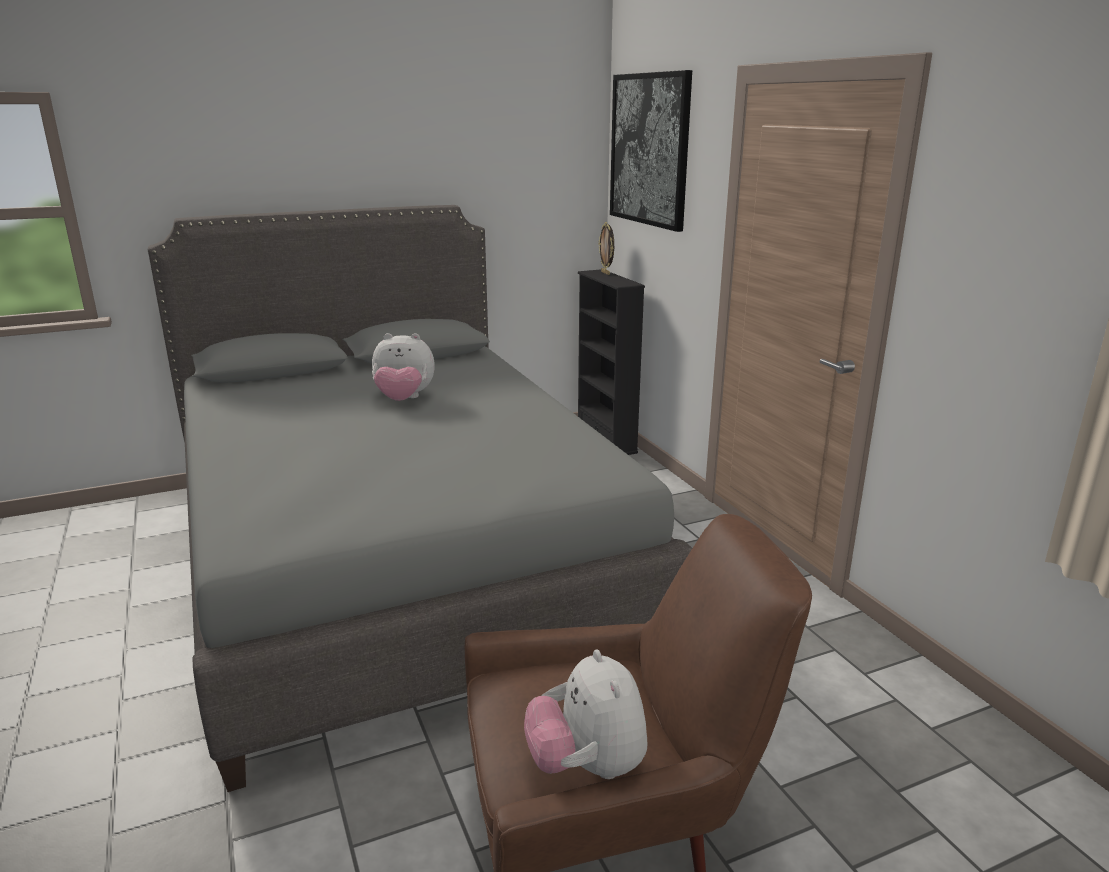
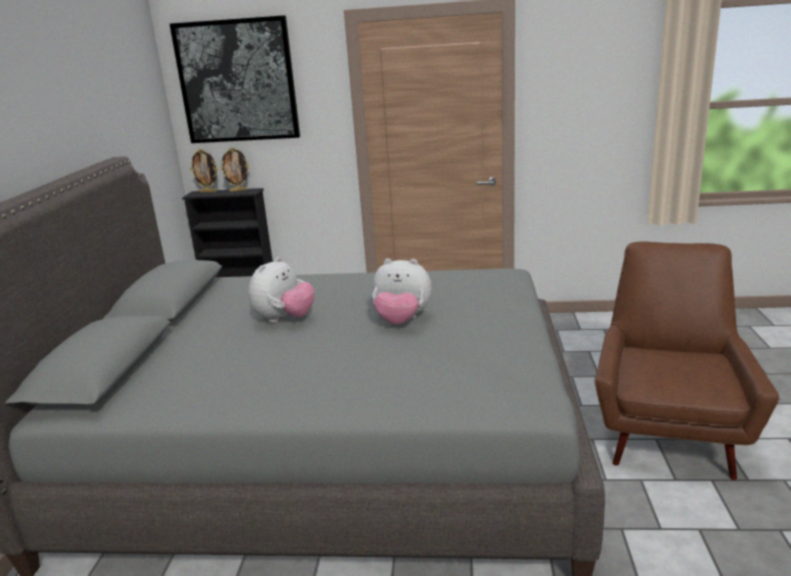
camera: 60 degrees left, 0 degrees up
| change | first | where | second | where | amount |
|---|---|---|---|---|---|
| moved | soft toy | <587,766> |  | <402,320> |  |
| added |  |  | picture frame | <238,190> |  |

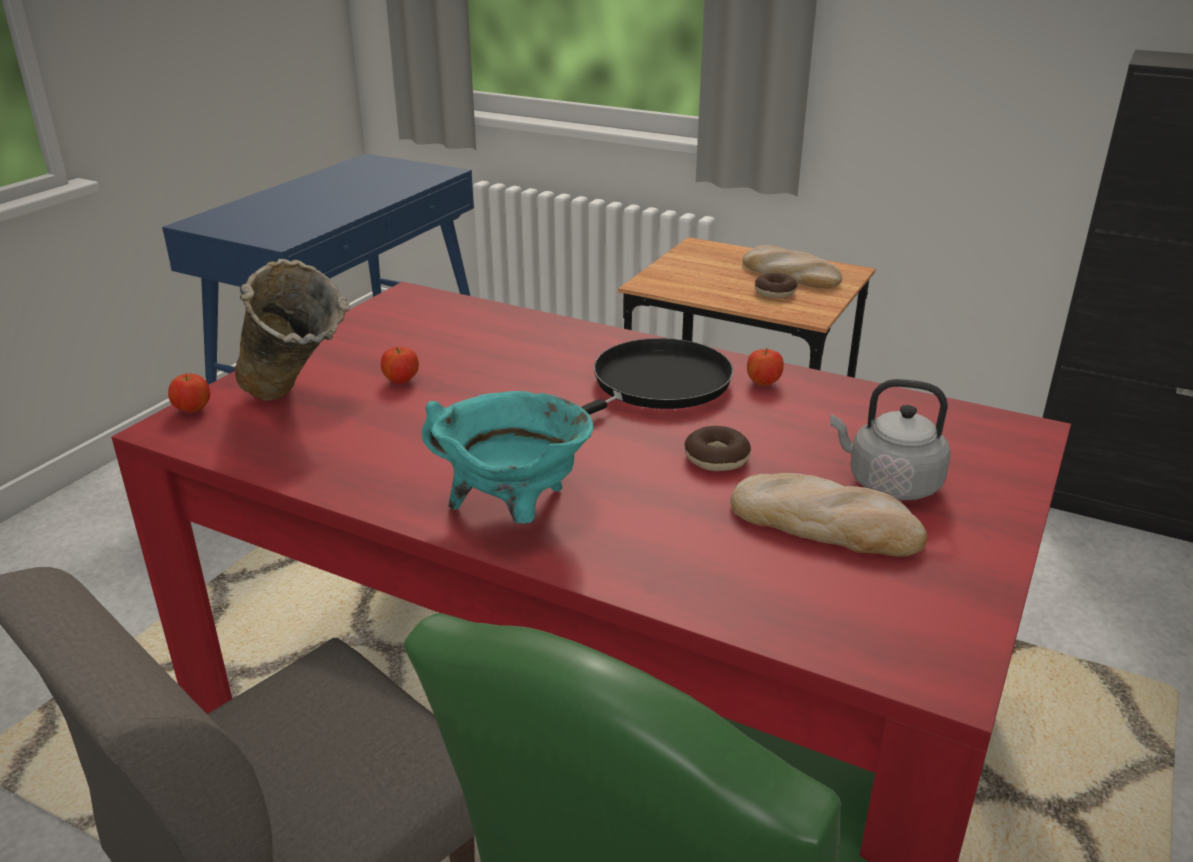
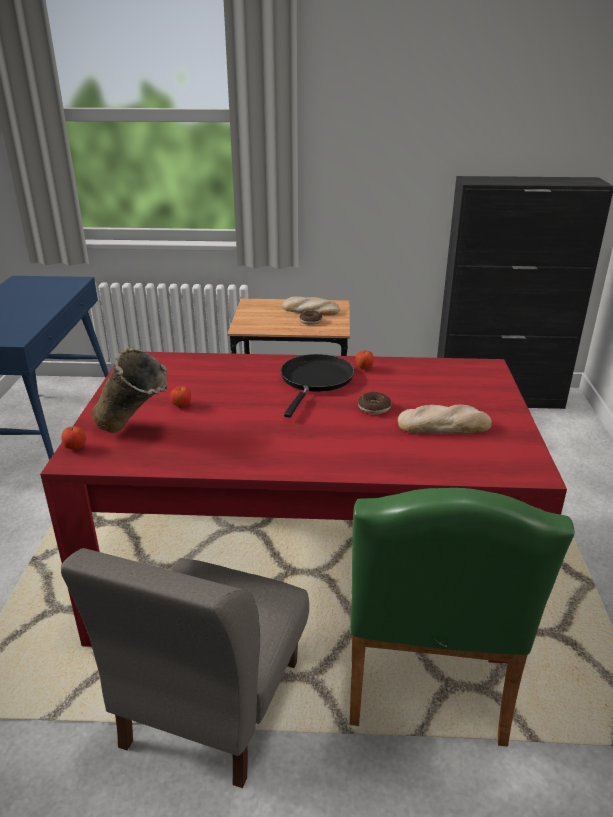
camera: 25 degrees left, 0 degrees up
| change | first | where | second | where | amount |
|---|---|---|---|---|---|
| removed | turquoise-coloured saucepot | <514,513> |  |  |  |
| removed | greyish tea kettle | <888,483> |  |  |  |

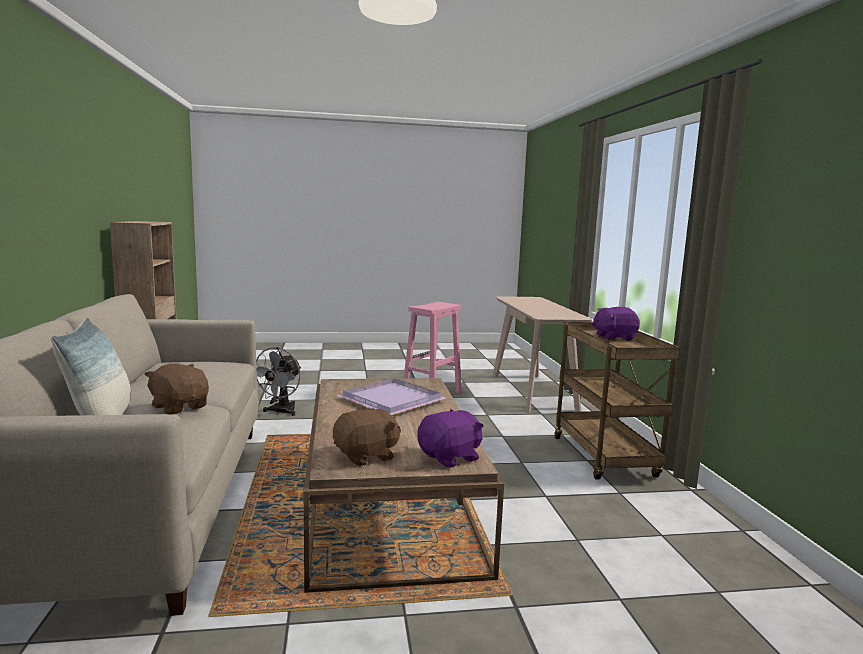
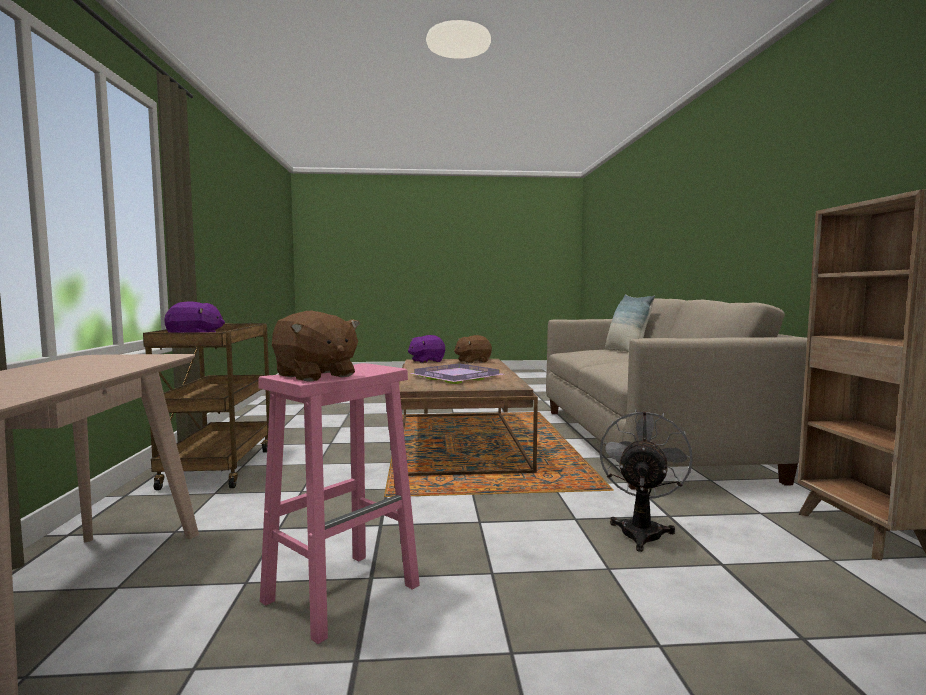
camera: 175 degrees left, 5 degrees down
| change | first | where | second | where | amount |
|---|---|---|---|---|---|
| moved | brownish soft toy | <180,407> |  | <315,376> |  |

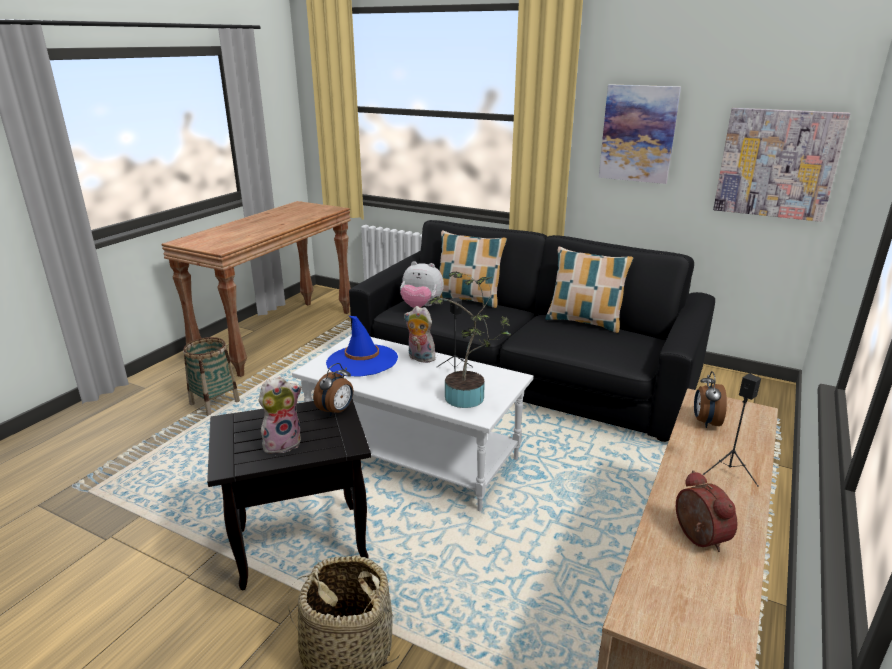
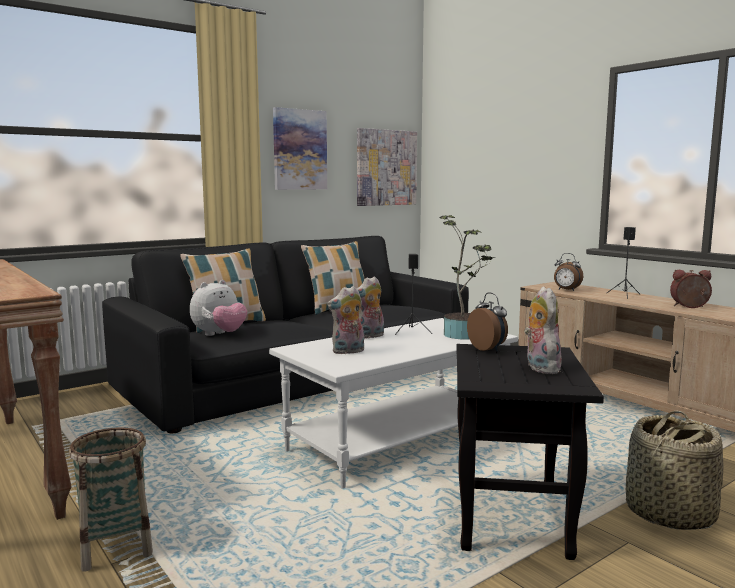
camera: 65 degrees left, 15 degrees down
| change | first | where | second | where | amount |
|---|---|---|---|---|---|
| replaced | blue-coloured hat | <362,361> | soft toy | <348,352> |  |

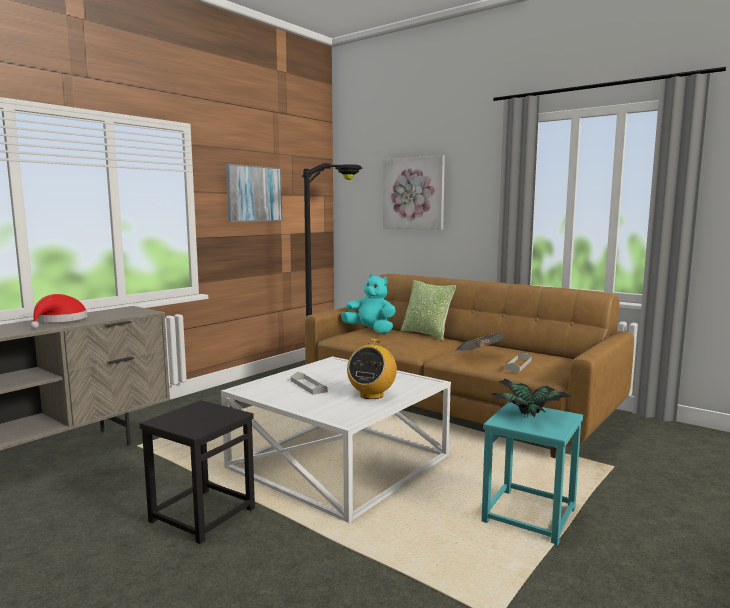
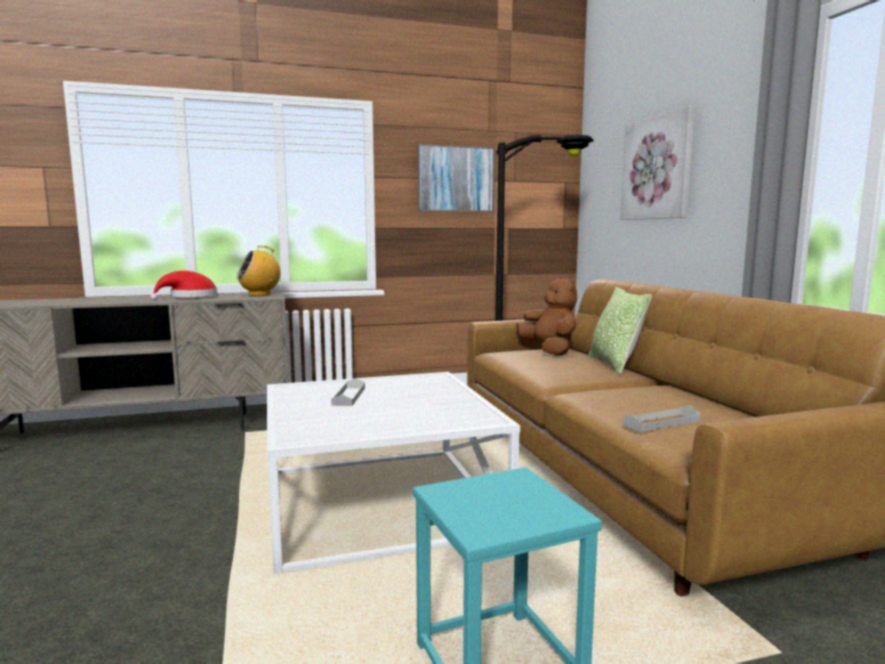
camera: 35 degrees right, 0 degrees up
| change | first | where | second | where | amount |
|---|---|---|---|---|---|
| removed | black stool seat | <202,514> |  |  |  |
| recoloured | turquoise-coloured soft toy | <370,331> | brownish soft toy | <549,351> |  |
| moved | radio set | <371,395> |  | <260,294> |  |
| removed | newspaper | <479,355> |  |  |  |
| removed | plant in a pot | <530,415> |  |  |  |

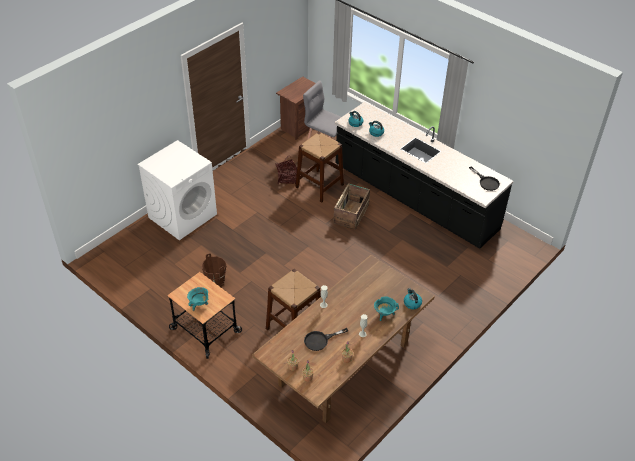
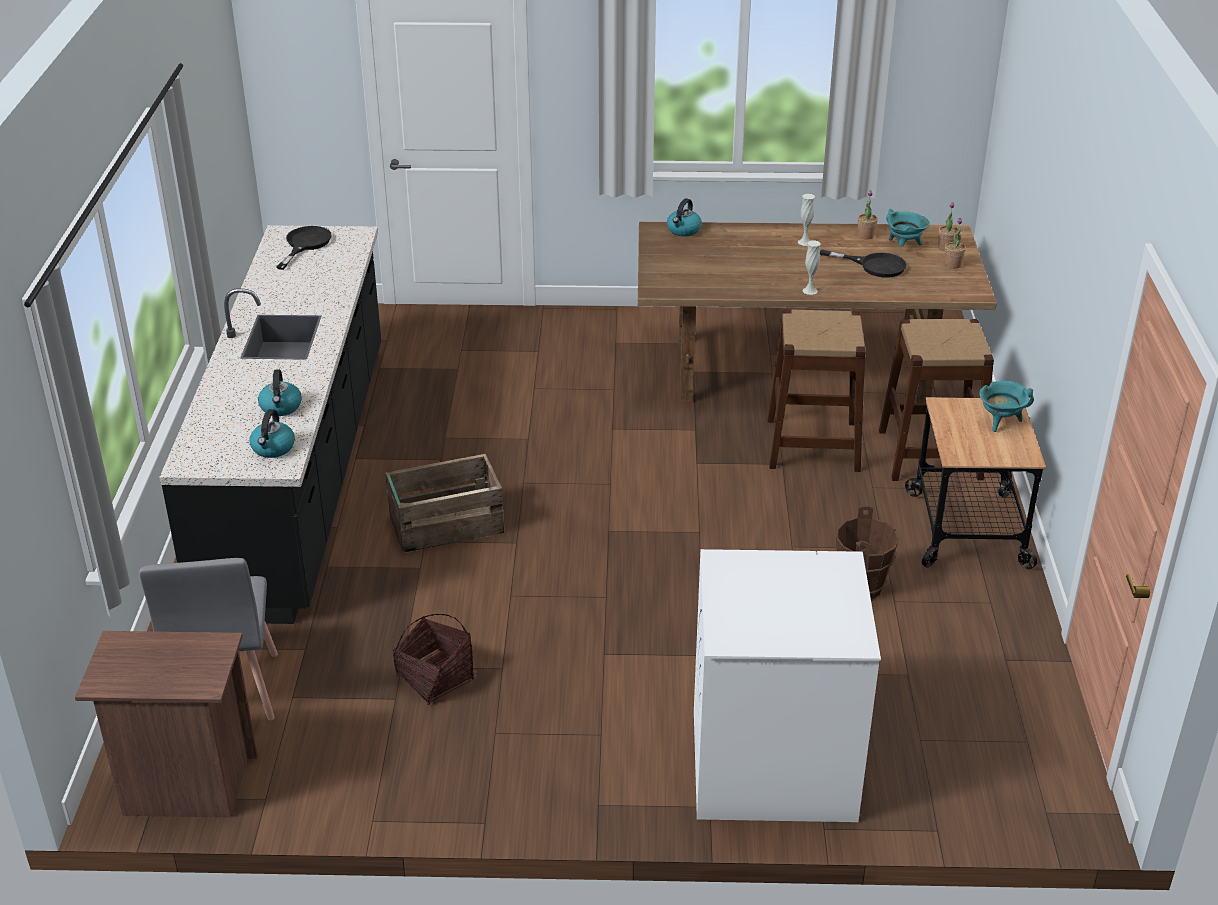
camera: 130 degrees left, 10 degrees down
| change | first | where | second | where | amount |
|---|---|---|---|---|---|
| moved | brownish stool seat | <319,186> |  | <930,454> |  |
| moved | turquoise-coloured saucepot | <384,315> |  | <904,246> |  |

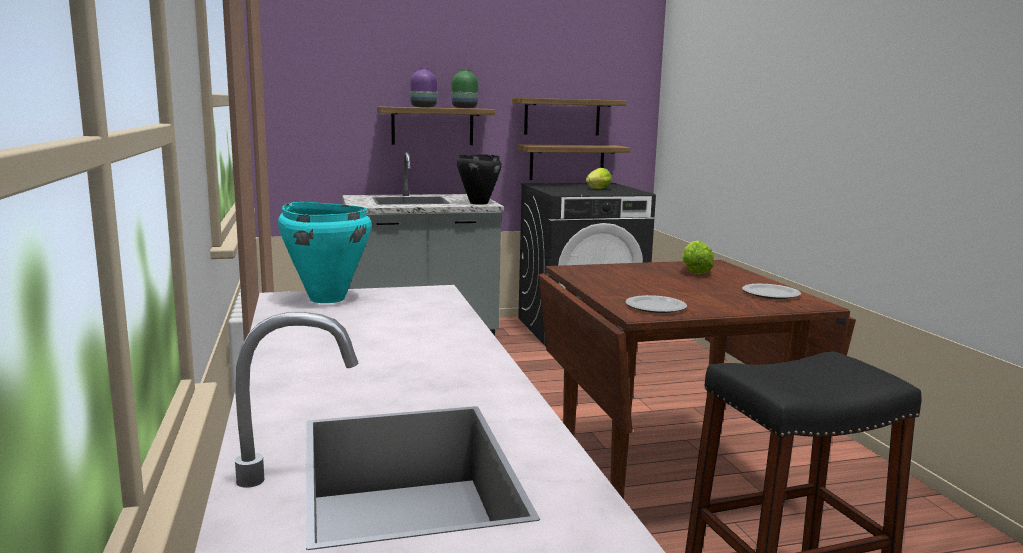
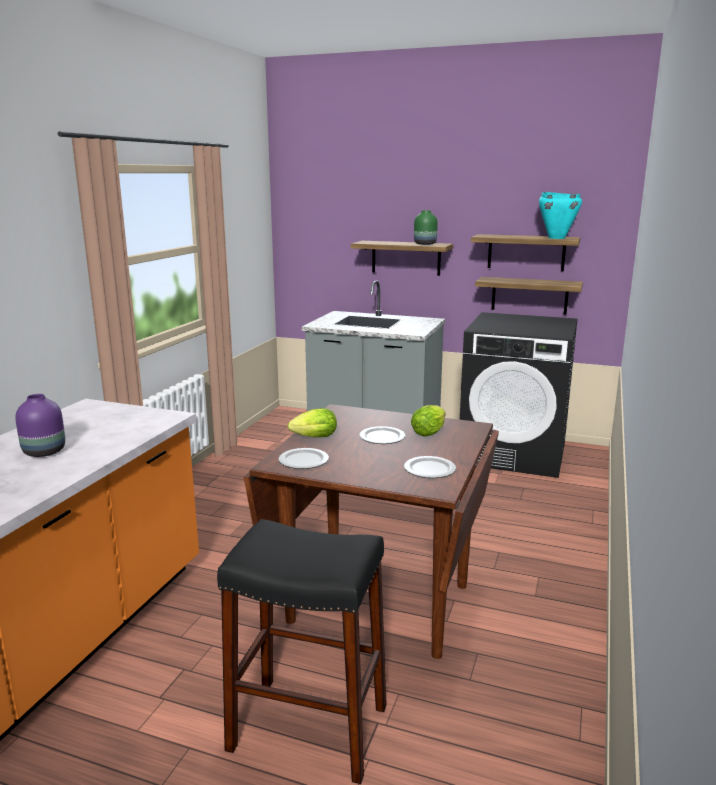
camera: 35 degrees right, 5 degrees up
| change | first | where | second | where | amount |
|---|---|---|---|---|---|
| moved | turquoise-coloured saucepot | <327,298> |  | <556,238> |  |
| moved | purple vase | <424,107> |  | <44,452> |  |
| removed | black saucepot | <478,203> |  |  |  |
| moved | lettuce head | <596,189> |  | <312,438> |  |
| added |  |  | plate | <382,437> |  |

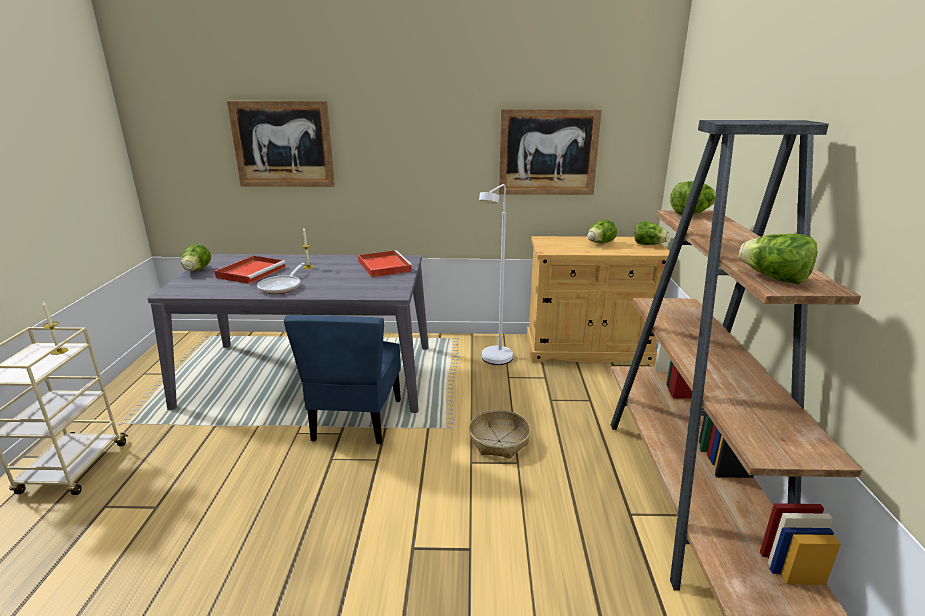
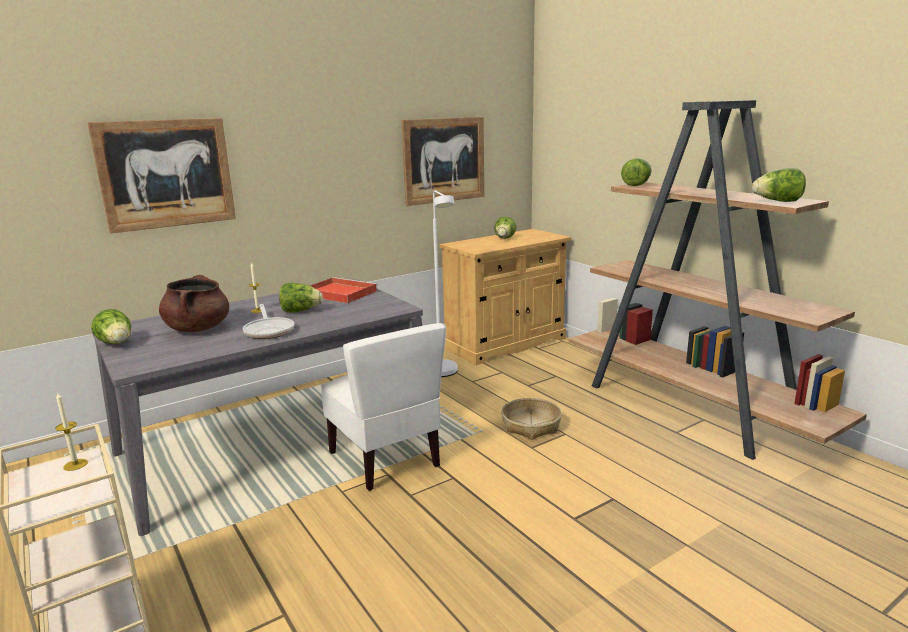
camera: 35 degrees left, 5 degrees down
| change | first | where | second | where | amount |
|---|---|---|---|---|---|
| replaced | reddish tray | <252,272> | brownish saucepot | <198,328> |  |
| recoloured | blue-coloured chair | <356,420> | white-coloured chair | <386,459> |  |
| moved | lettuce head | <648,245> |  | <300,311> |  |

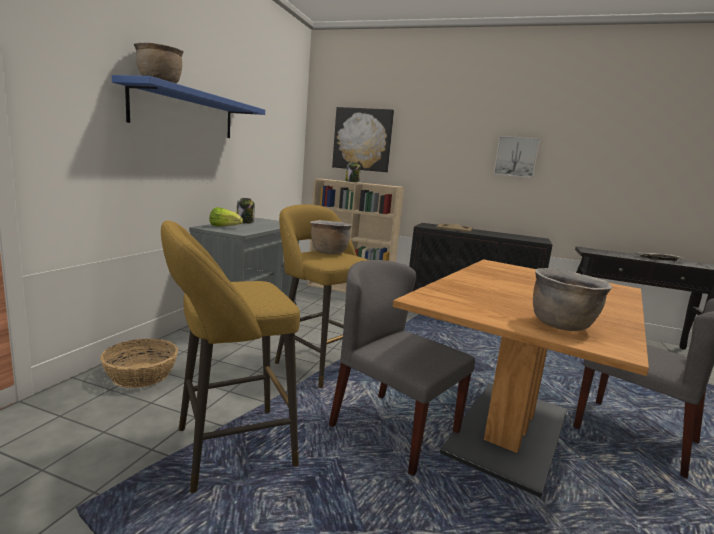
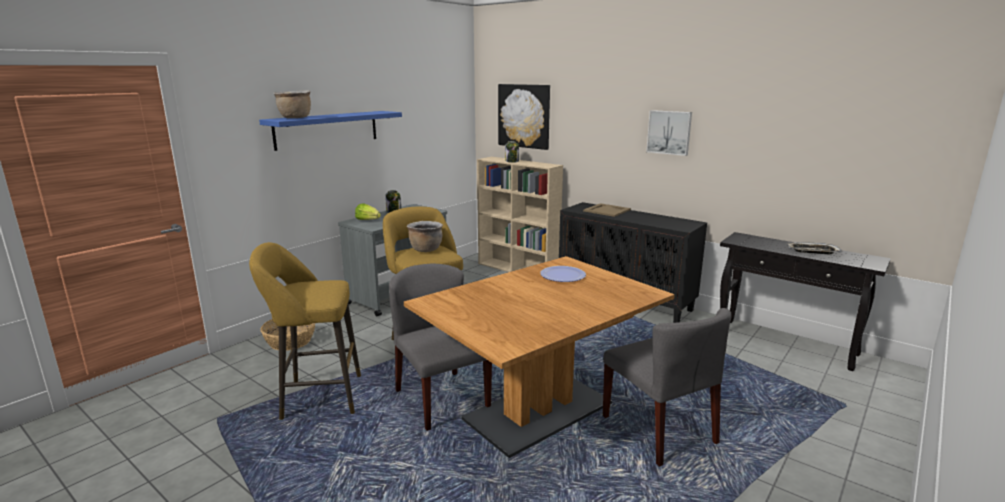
camera: 20 degrees right, 5 degrees up
| change | first | where | second | where | amount |
|---|---|---|---|---|---|
| removed | brownish saucepot | <562,325> |  |  |  |
| added |  |  | plate | <563,275> |  |

